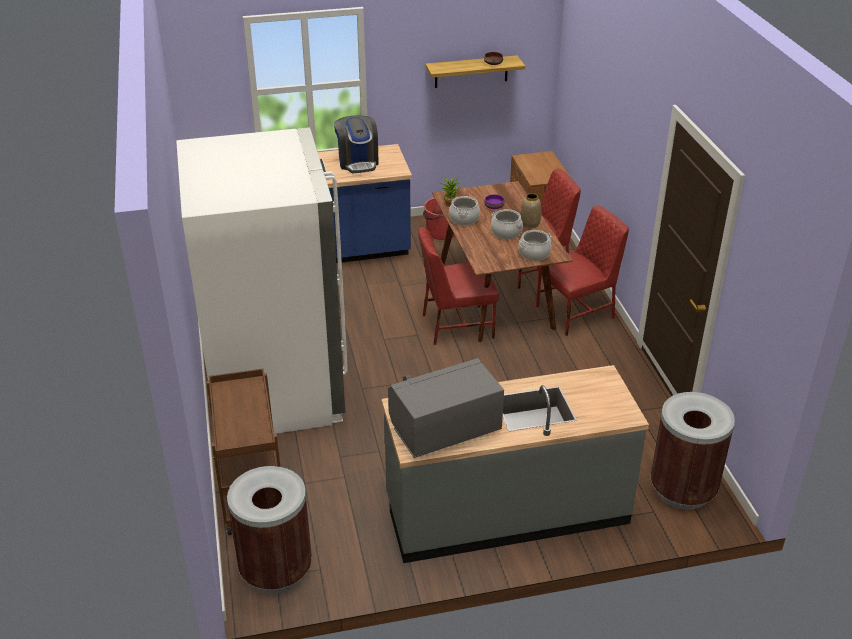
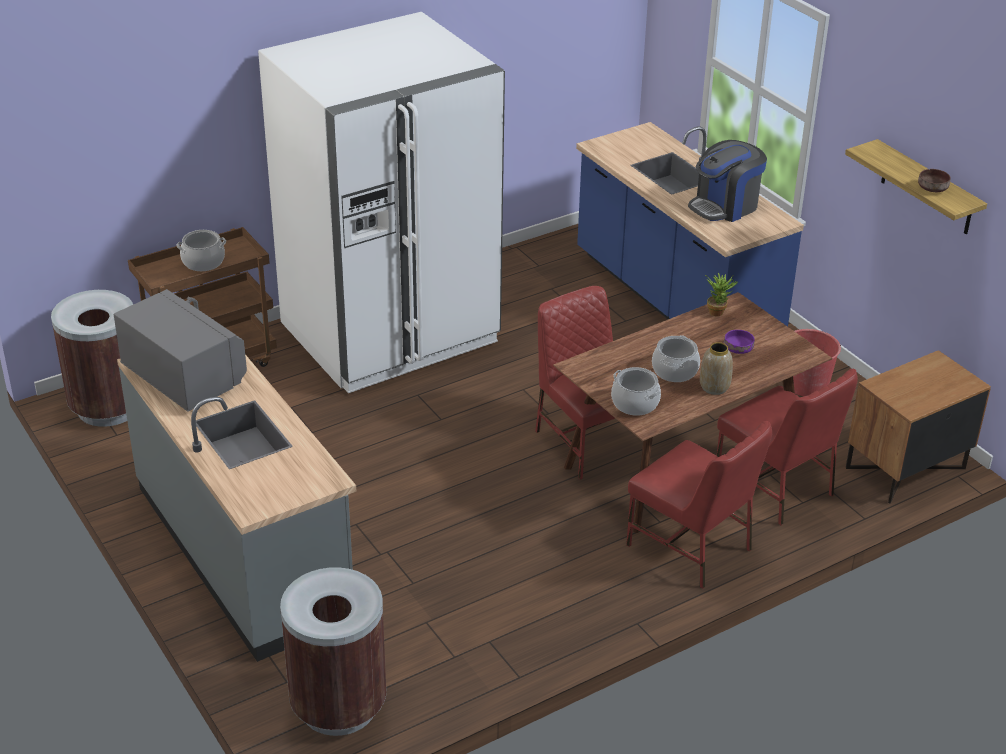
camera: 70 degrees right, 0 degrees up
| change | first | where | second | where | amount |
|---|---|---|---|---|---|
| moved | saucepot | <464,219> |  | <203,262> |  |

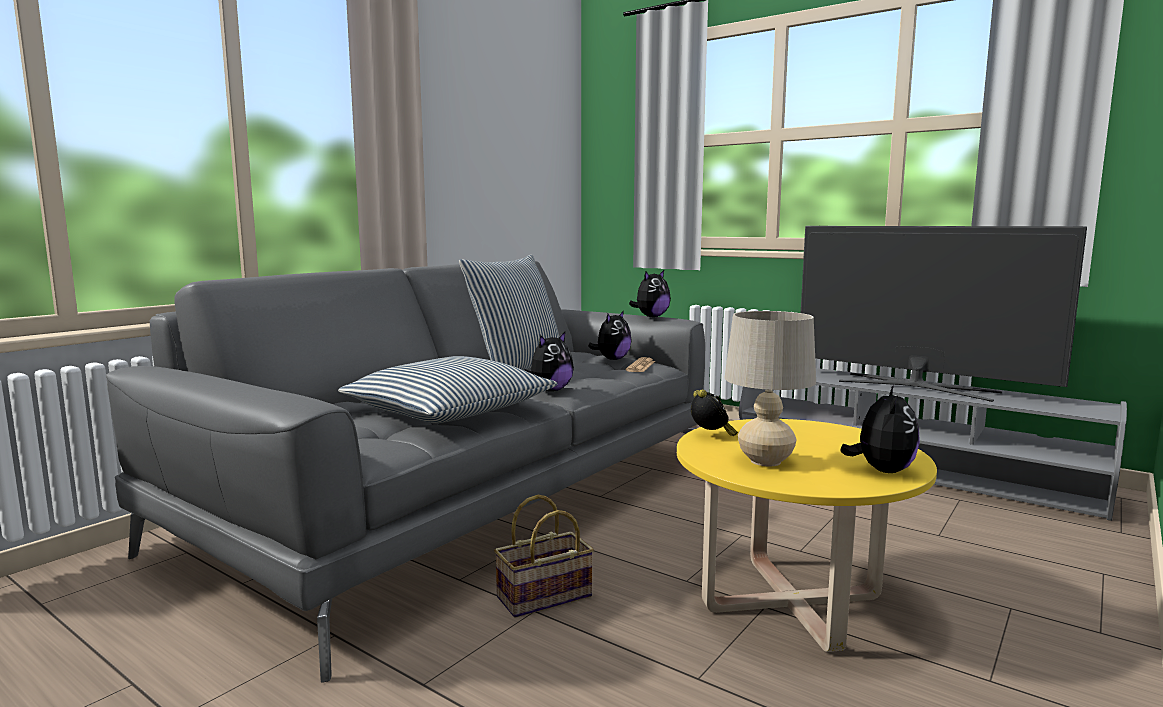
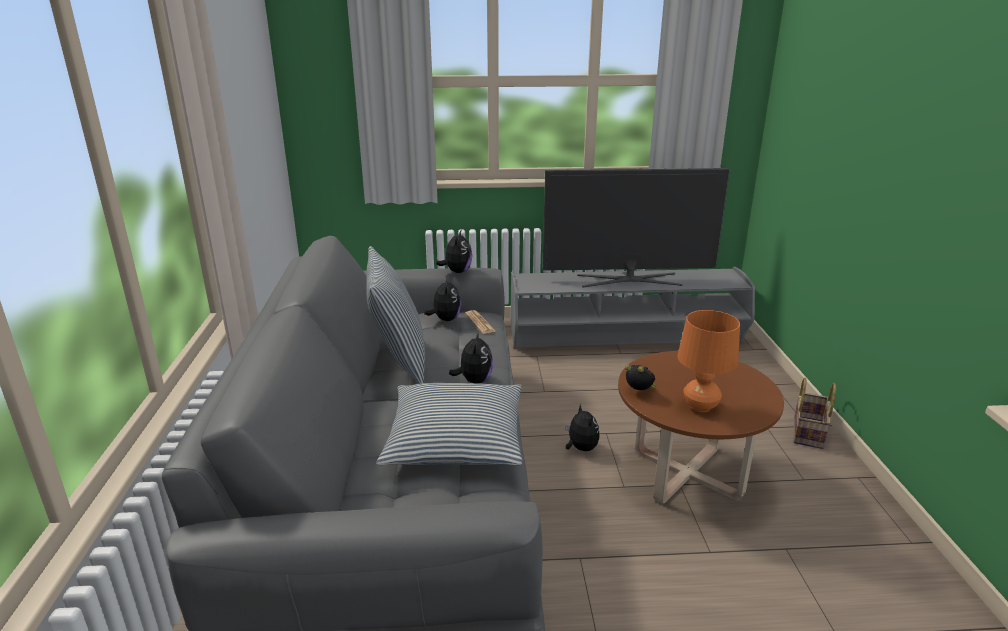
camera: 40 degrees left, 15 degrees up
| change | first | where | second | where | amount |
|---|---|---|---|---|---|
| moved | basket | <543,598> |  | <809,433> |  |
| recoloured | yellowish coffee table | <791,602> | brownish coffee table | <687,474> |  |
| recoloured | beige tabletop lamp | <765,461> | orangey tabletop lamp | <700,407> |  |
| moved | soft toy | <881,470> |  | <581,448> |  |

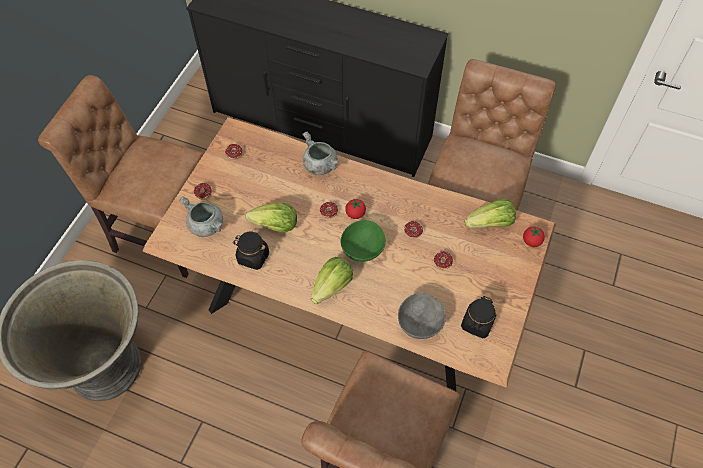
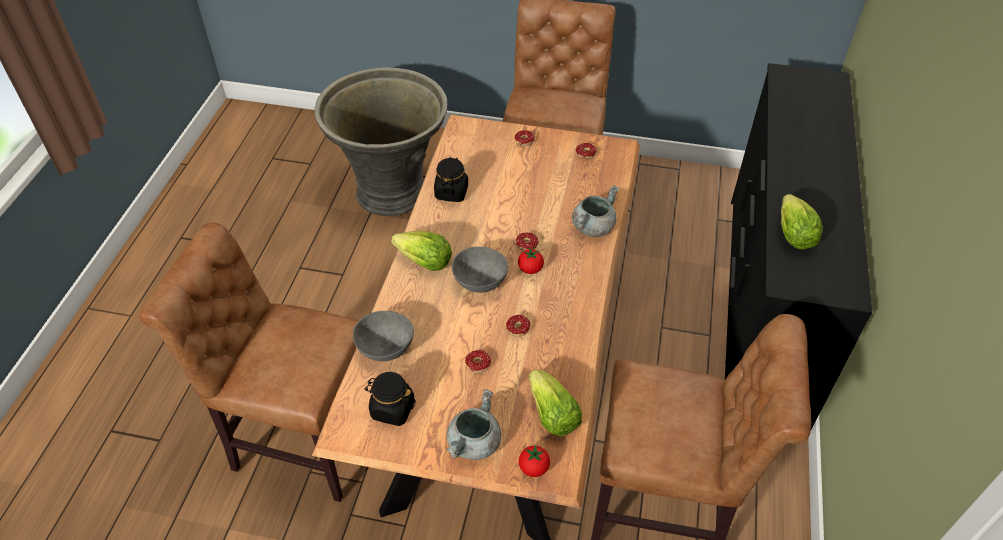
camera: 80 degrees right, 10 degrees down
| change | first | where | second | where | amount |
|---|---|---|---|---|---|
| moved | greyish saucepot | <207,226> |  | <474,444> |  |
| moved | lettuce head | <276,226> |  | <793,235> |  |
| recoloured | green-coloured serving bowl | <363,249> | greyish serving bowl | <480,283> |  |

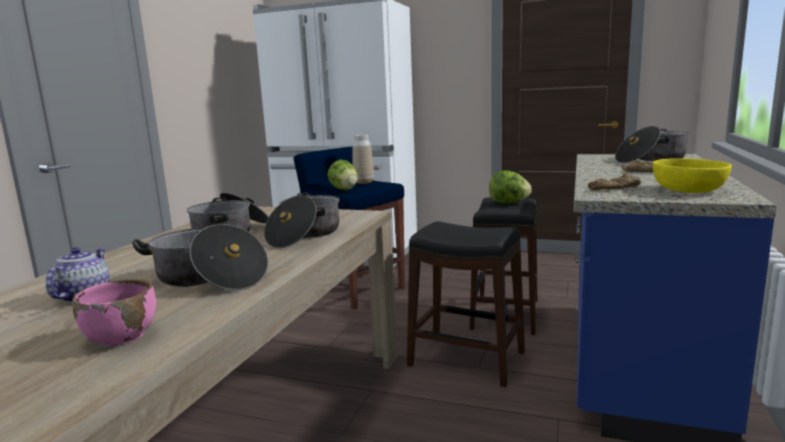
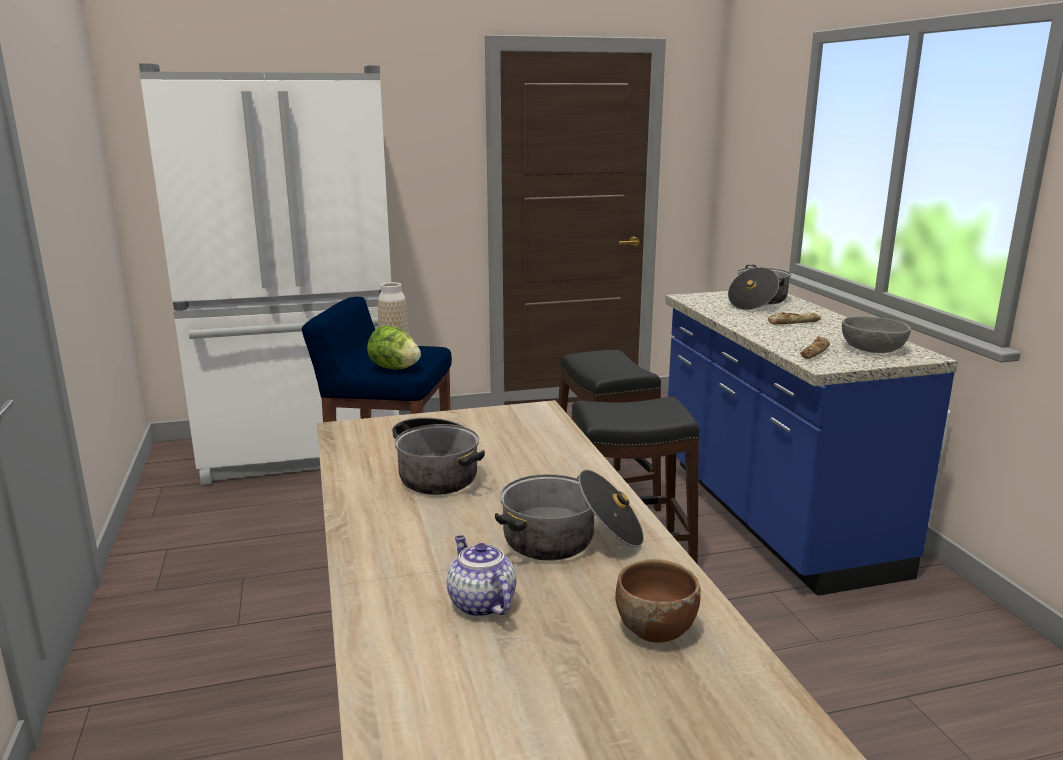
camera: 35 degrees left, 5 degrees up
| change | first | where | second | where | amount |
|---|---|---|---|---|---|
| recoloured | pinkish serving bowl | <121,336> | brownish serving bowl | <654,628> |  |
| removed | saucepot | <304,235> |  |  |  |
| removed | lettuce head | <508,203> |  |  |  |
| recoloured | yellowish serving bowl | <689,190> | greyish serving bowl | <872,348> |  |

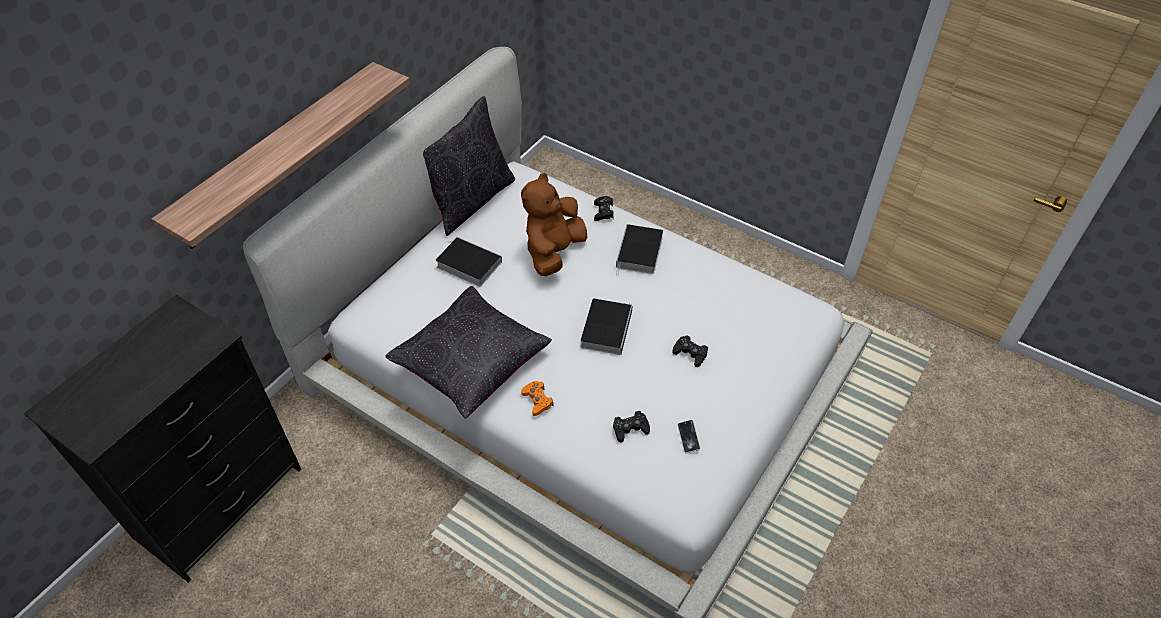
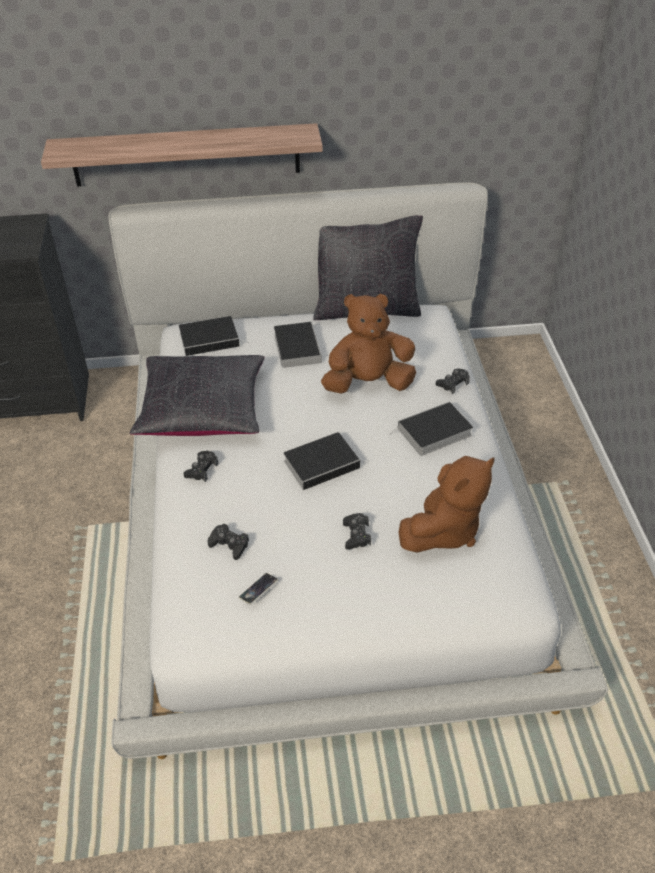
camera: 50 degrees right, 5 degrees down
| change | first | where | second | where | amount |
|---|---|---|---|---|---|
| recoloured | orangey gamepad | <537,400> | black gamepad | <201,469> |  |
| added |  |  | volume | <211,339> |  |
| added |  |  | brownish soft toy | <443,530> |  |

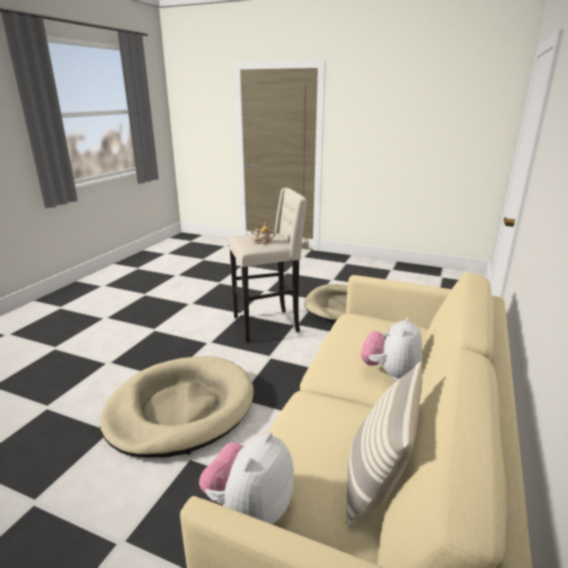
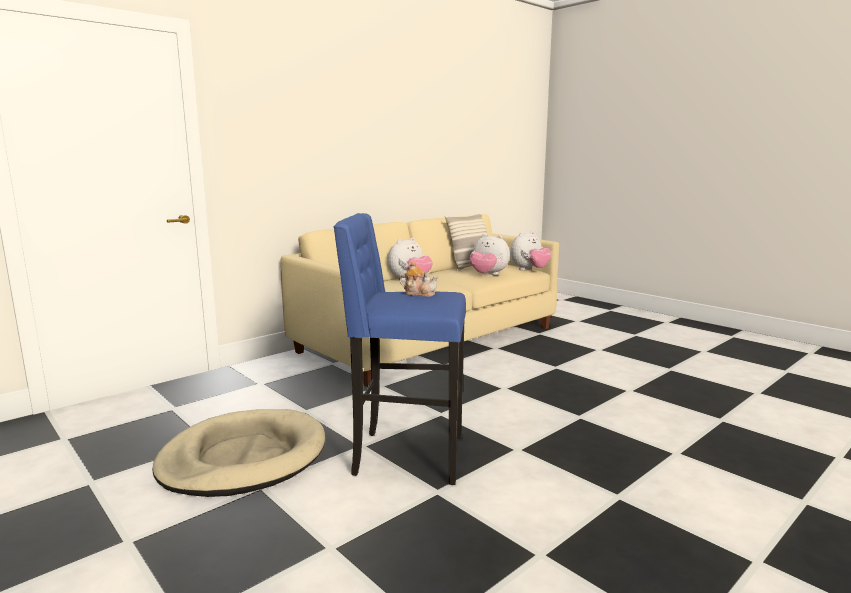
camera: 155 degrees left, 10 degrees down
| change | first | where | second | where | amount |
|---|---|---|---|---|---|
| removed | beige dog cushion | <180,409> |  |  |  |
| recoloured | beige stool seat | <267,325> | blue-coloured stool seat | <406,456> |  |
| added |  |  | soft toy | <488,275> |  |

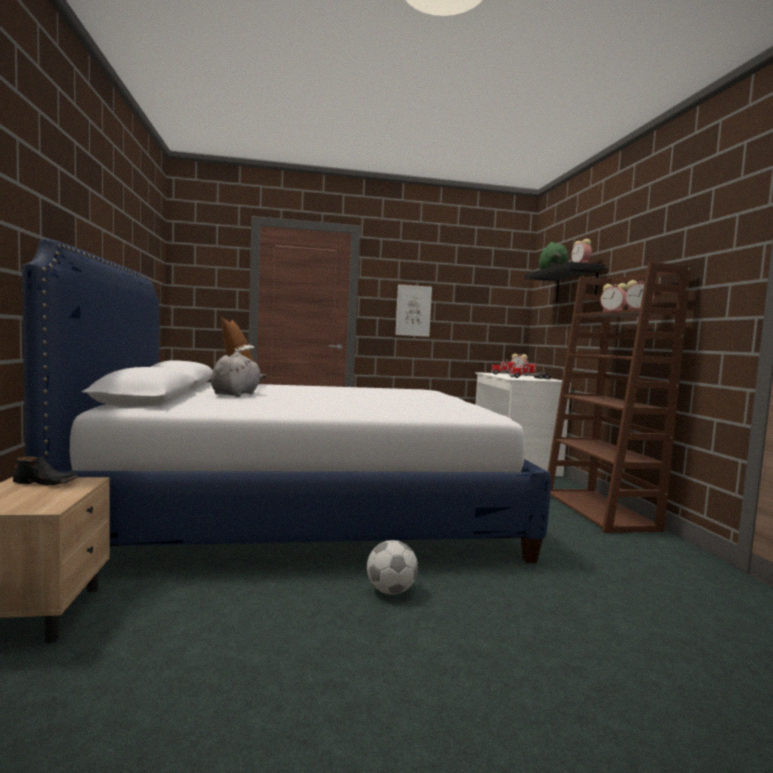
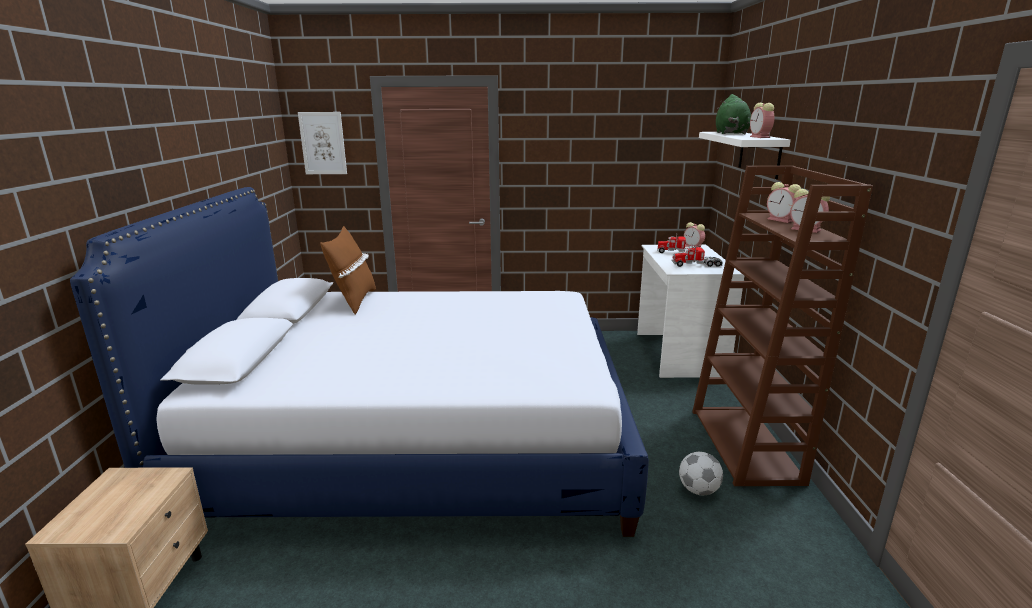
camera: 10 degrees right, 15 degrees up
| change | first | where | second | where | amount |
|---|---|---|---|---|---|
| removed | black item of footwear | <46,483> |  |  |  |
| removed | greyish soft toy | <236,394> |  |  |  |
| moved | football ball | <390,591> |  | <698,490> |  |
| moved | picture | <413,310> |  | <323,143> |  |
| recoloured | black bracket shelf | <576,285> | white-coloured bracket shelf | <759,154> |  |

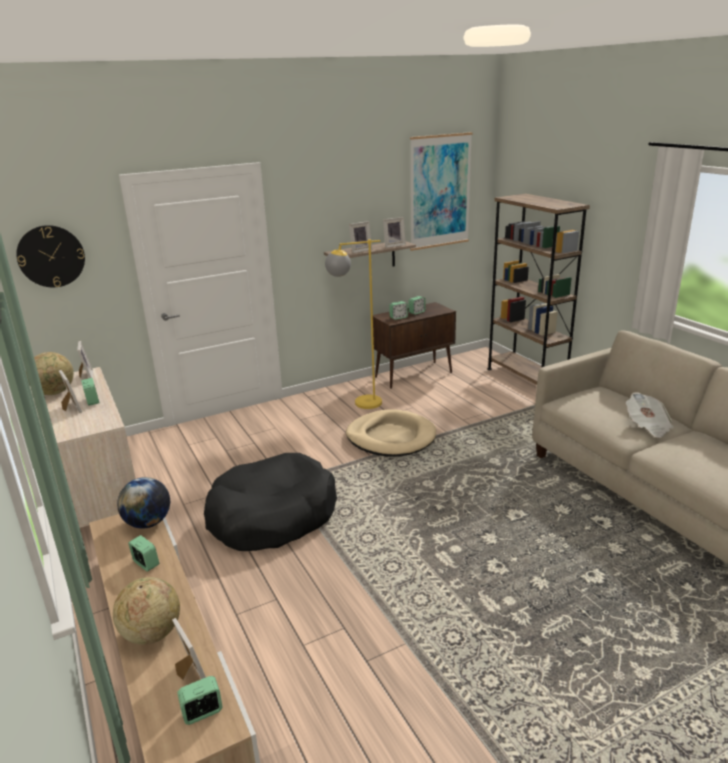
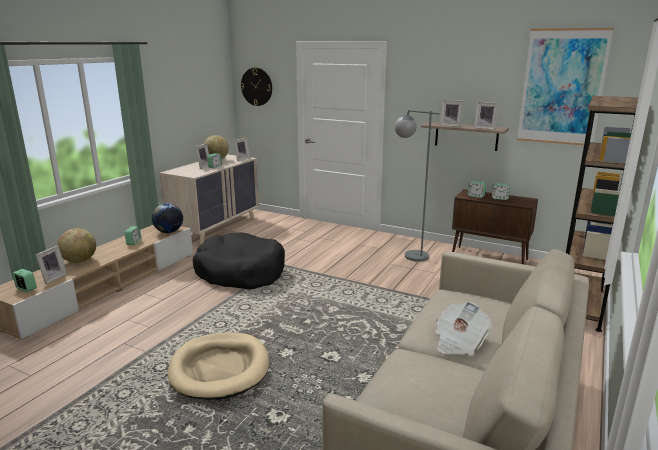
camera: 55 degrees right, 5 degrees down
| change | first | where | second | where | amount |
|---|---|---|---|---|---|
| recoloured | yellowish standing lamp | <358,404> | greyish standing lamp | <409,254> |  |
| moved | beige dog cushion | <391,437> |  | <220,369> |  |

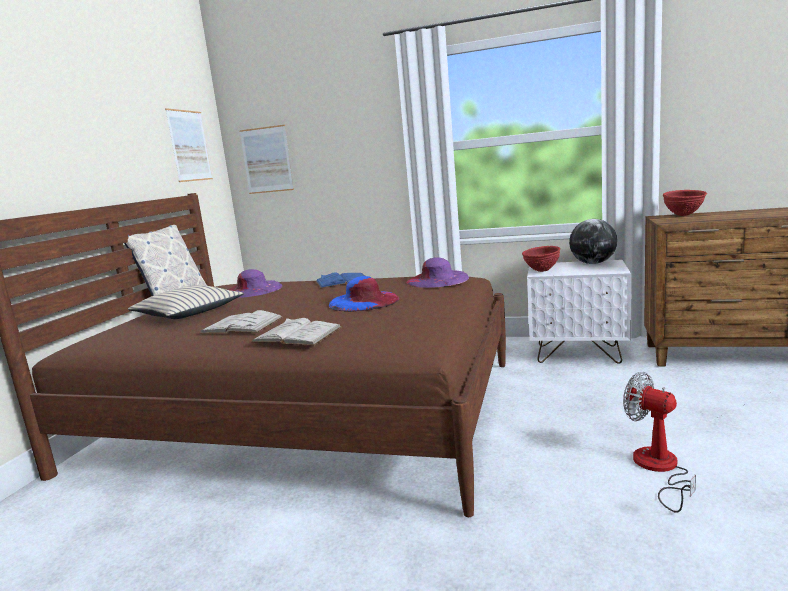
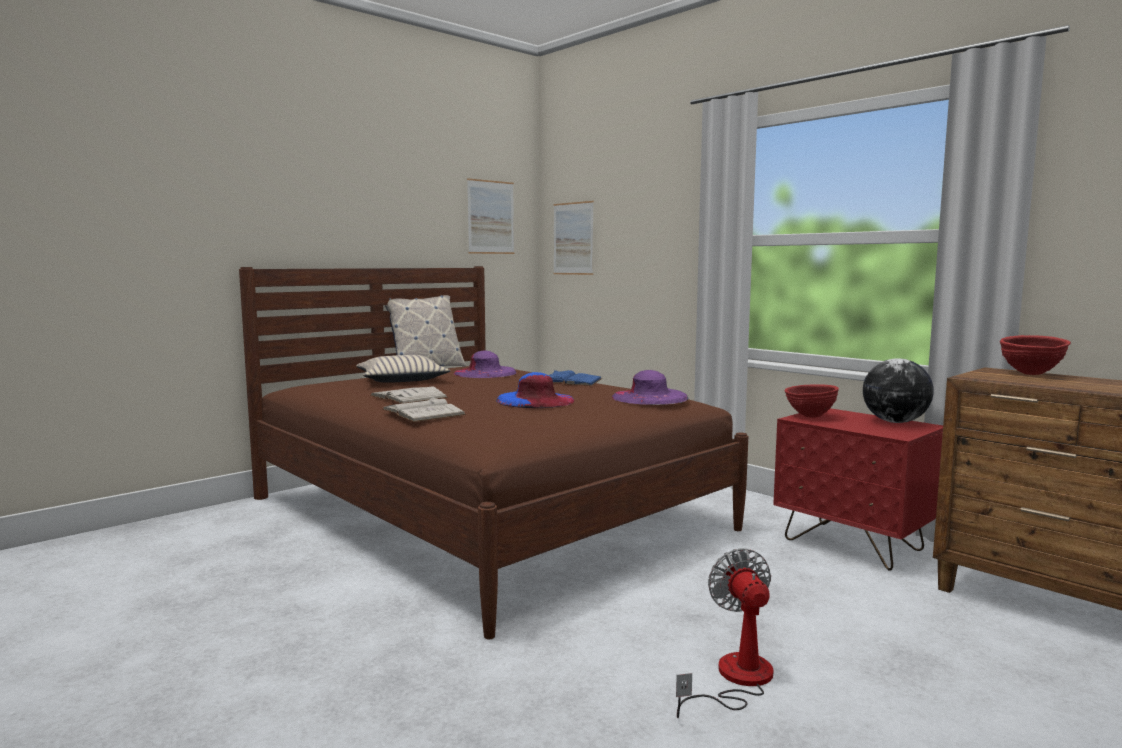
camera: 30 degrees right, 5 degrees down
| change | first | where | second | where | amount |
|---|---|---|---|---|---|
| recoloured | white-coloured bedside table | <578,354> | reddish bedside table | <853,545> |  |

